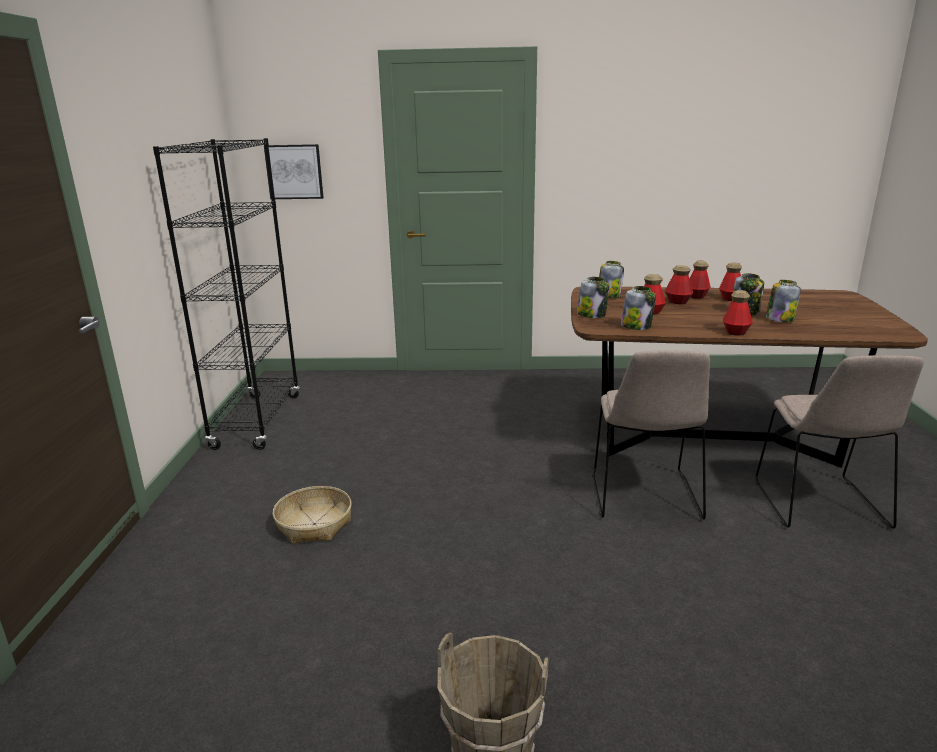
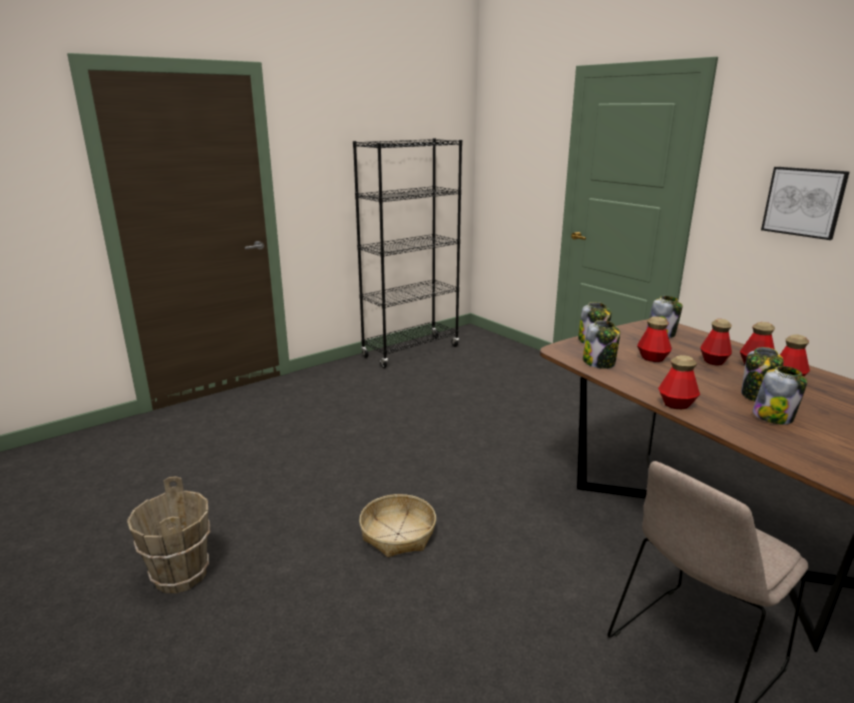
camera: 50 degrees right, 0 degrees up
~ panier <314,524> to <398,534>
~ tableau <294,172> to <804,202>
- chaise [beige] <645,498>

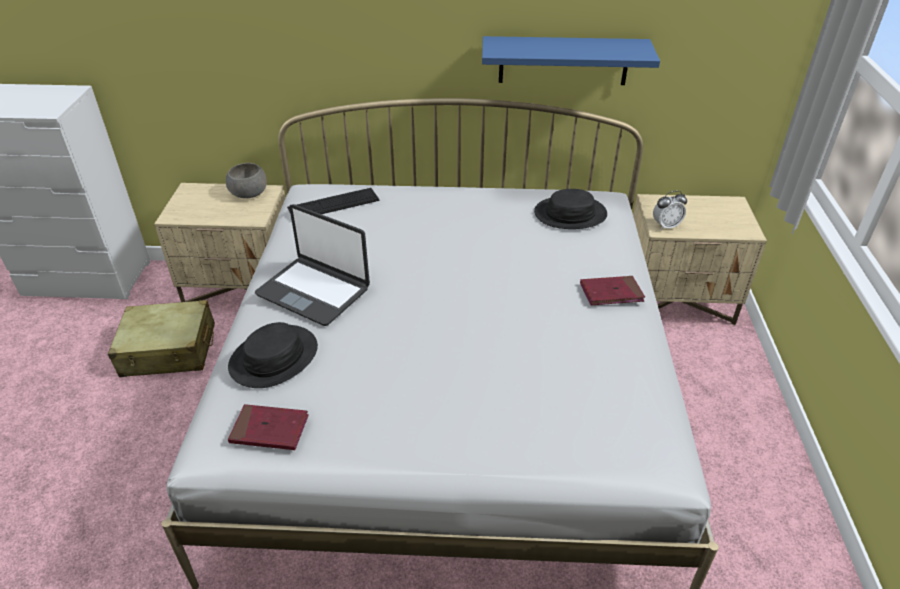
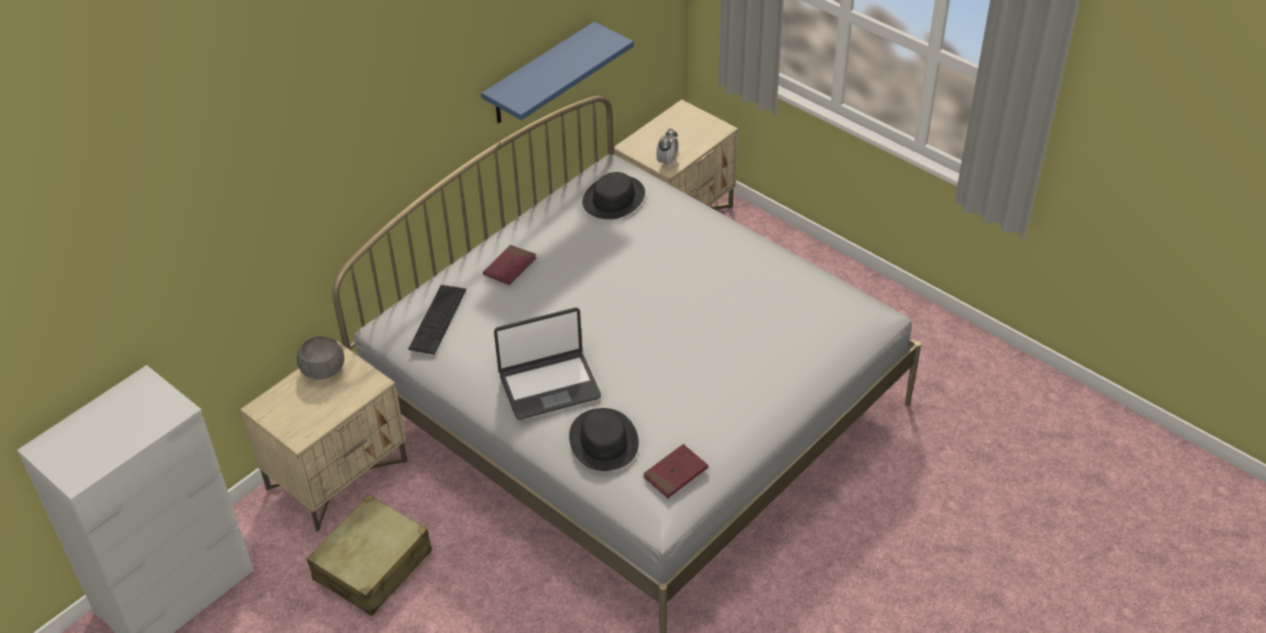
camera: 50 degrees left, 5 degrees up
~ livre [rouge] <611,293> to <510,267>

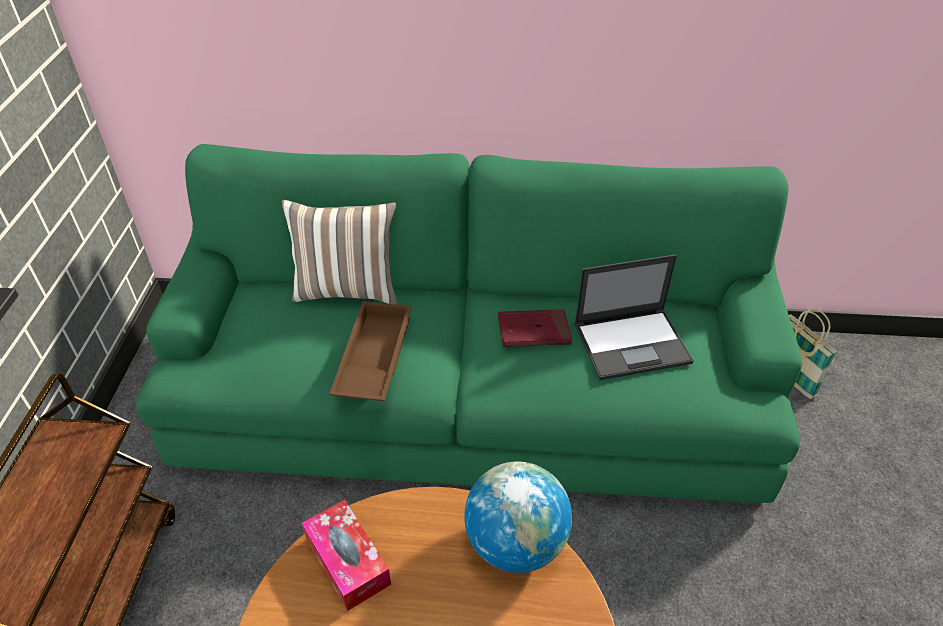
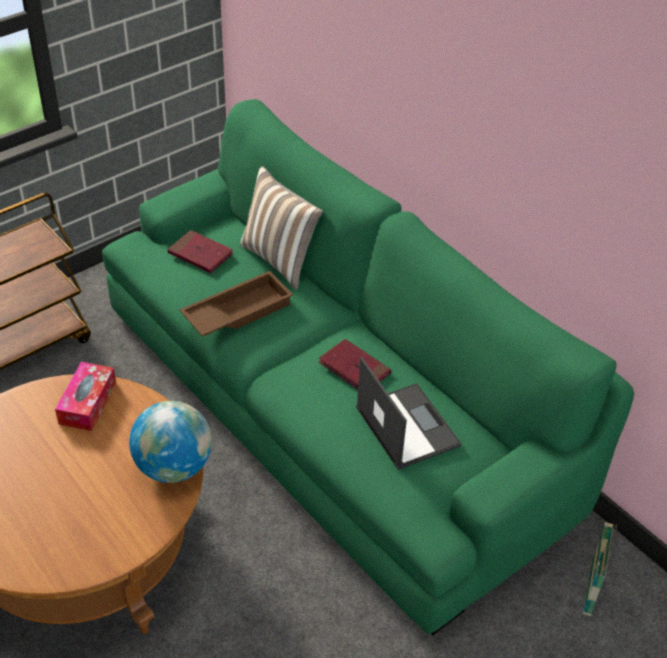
camera: 45 degrees right, 0 degrees up
+ livre [rouge] <200,254>
~ ordinateur portable <633,343> = <406,425> 150 degrees counterclockwise

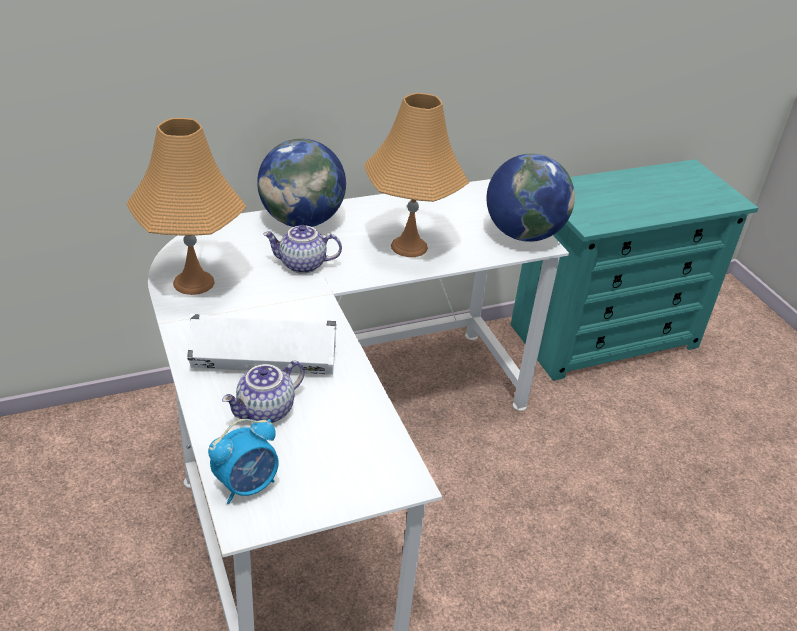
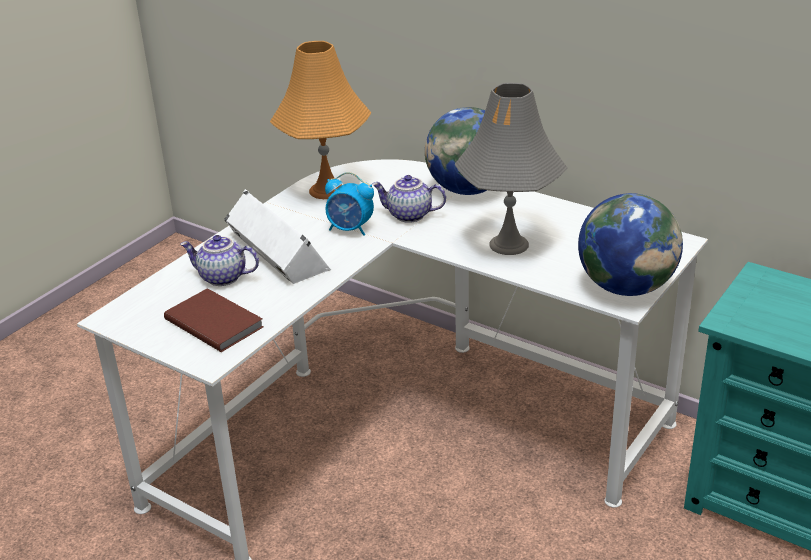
camera: 60 degrees right, 5 degrees down
+ livre [marron] <215,322>
~ réveil <247,485> to <350,229>
~ théière <302,265> = <409,215> 45 degrees counterclockwise
~ lampe de table [orange] <408,246> to lampe de table [gris] <508,244>

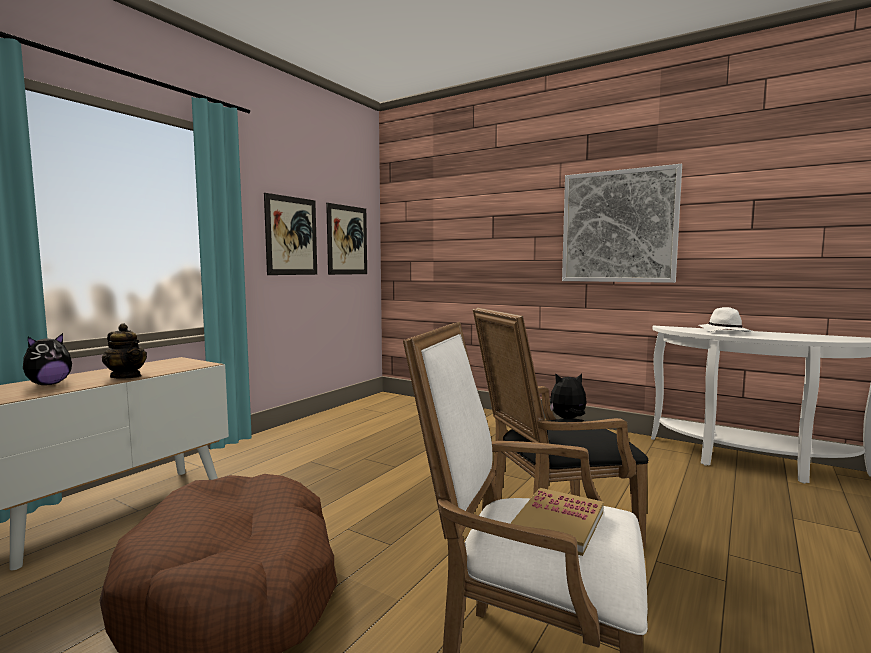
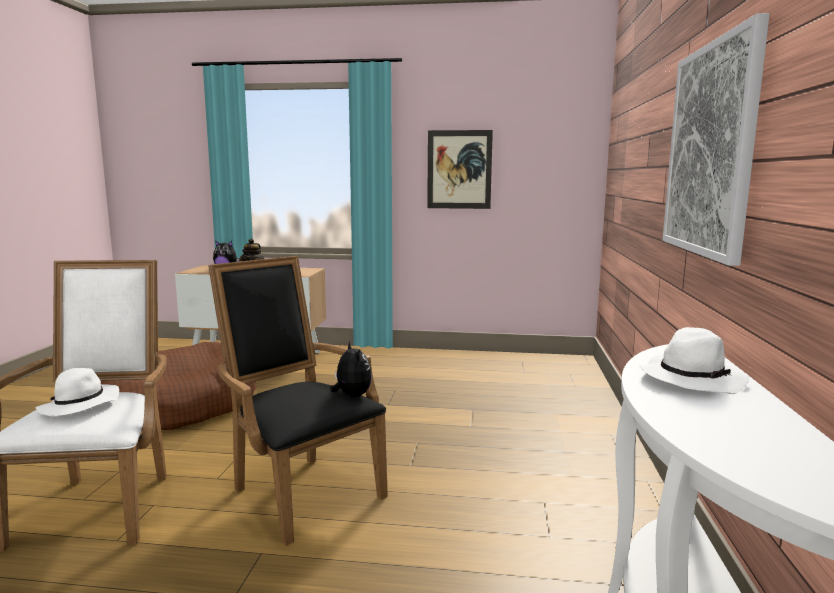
camera: 65 degrees right, 5 degrees up
~ livre <558,523> to chapeau [blanc] <80,405>
- tableau <347,240>

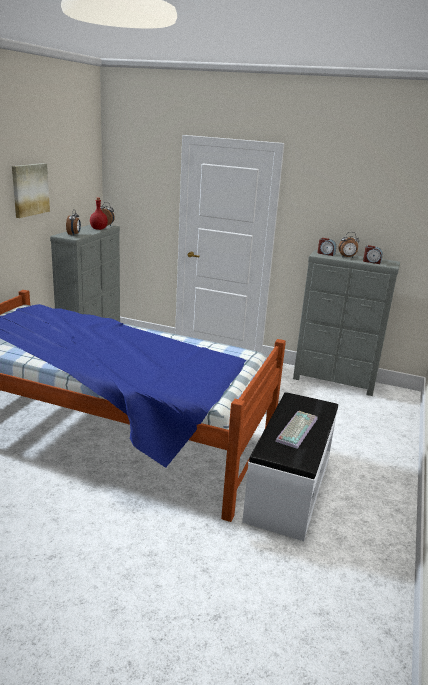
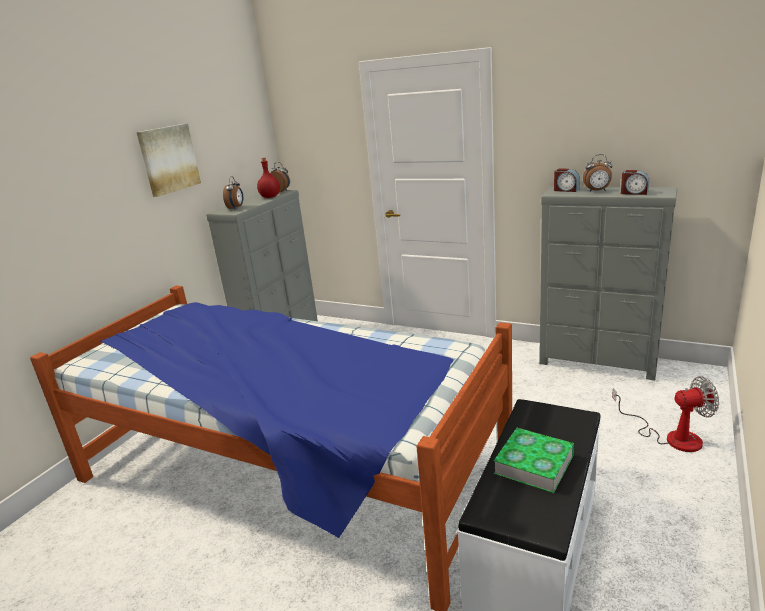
camera: 10 degrees right, 0 degrees up
~ clavier <296,429> to livre <534,464>
+ ventilateur <671,436>

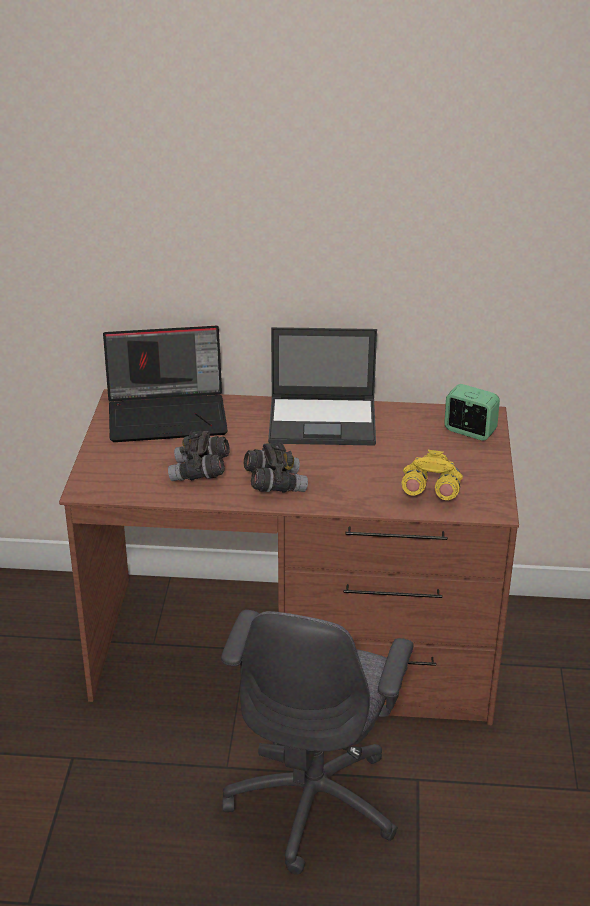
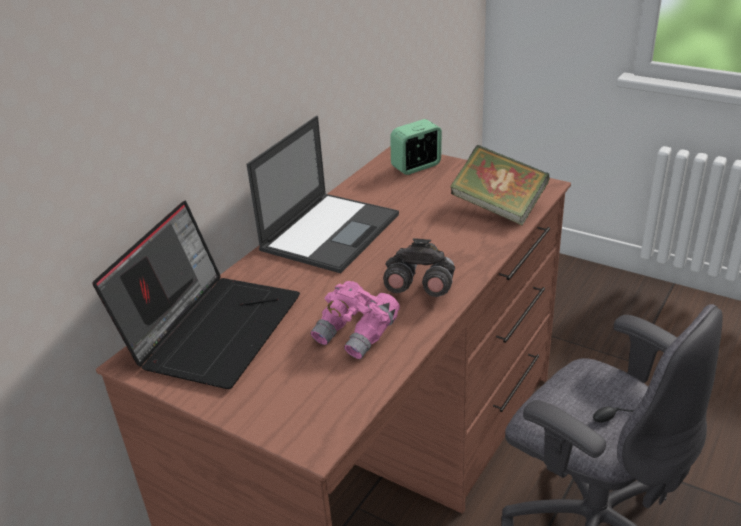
camera: 60 degrees left, 0 degrees up
~ jumelles [gris] <200,472> to jumelles [rose] <357,334>
~ jumelles [jaune] <430,492> to livre <498,208>

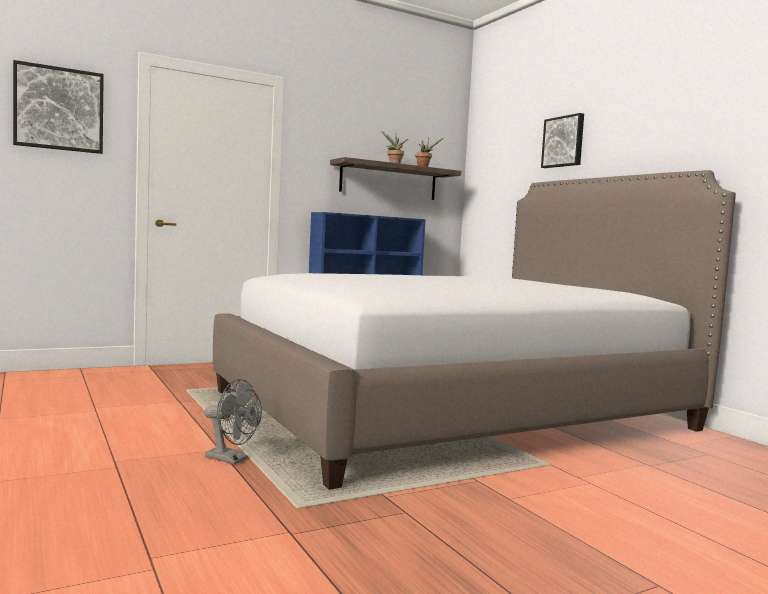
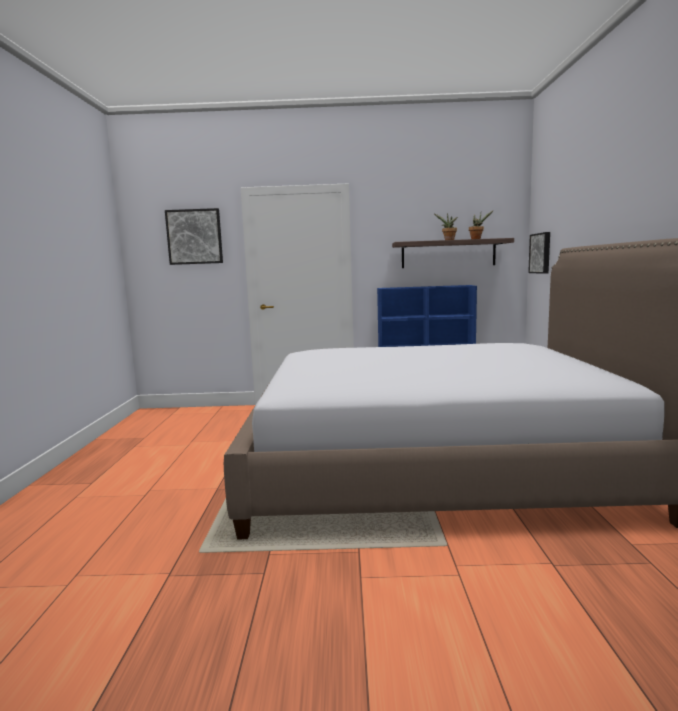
camera: 30 degrees right, 5 degrees up
~ tableau <564,142> to <541,253>
- ventilateur [gris] <232,459>

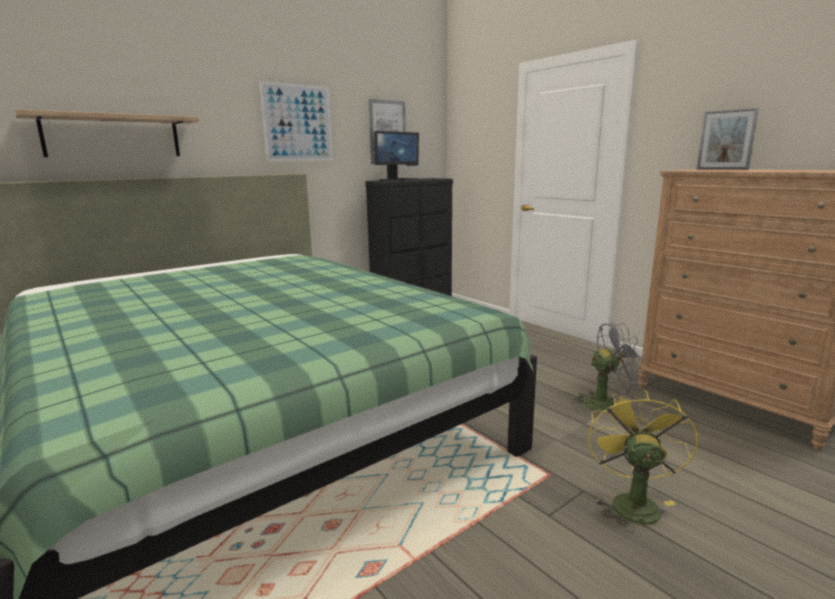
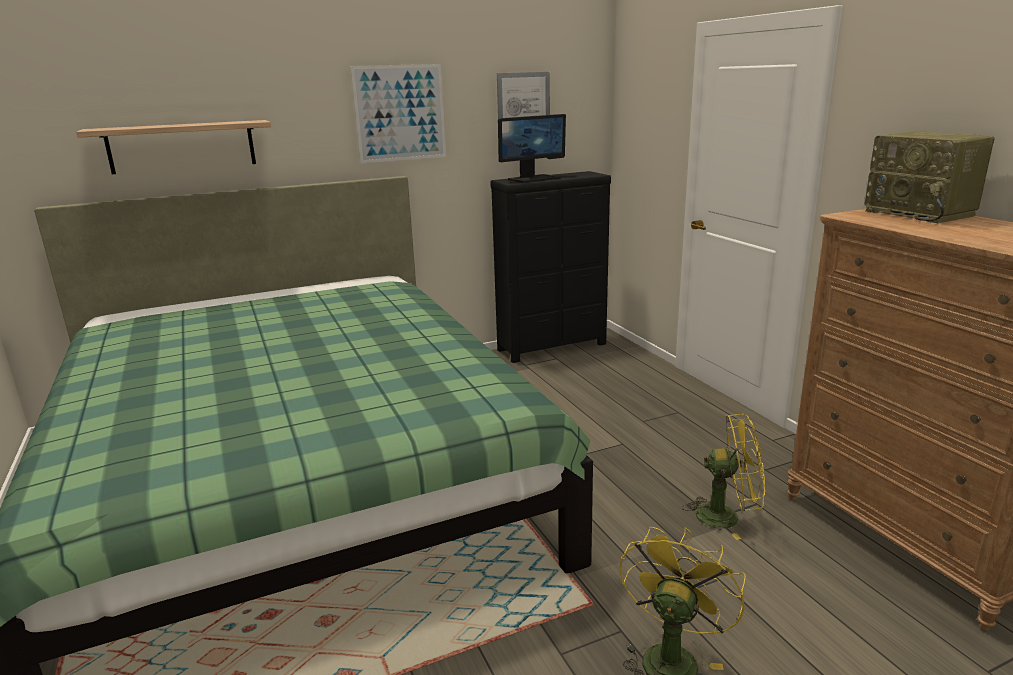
camera: 15 degrees right, 5 degrees up
~ ventilateur [gris] <606,403> to ventilateur [jaune] <726,516>
~ cadre photo <721,169> to radio <921,213>

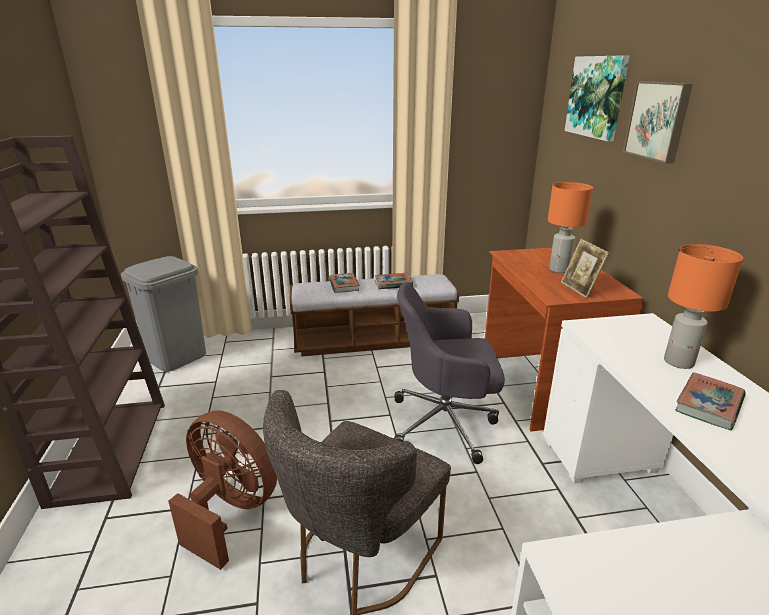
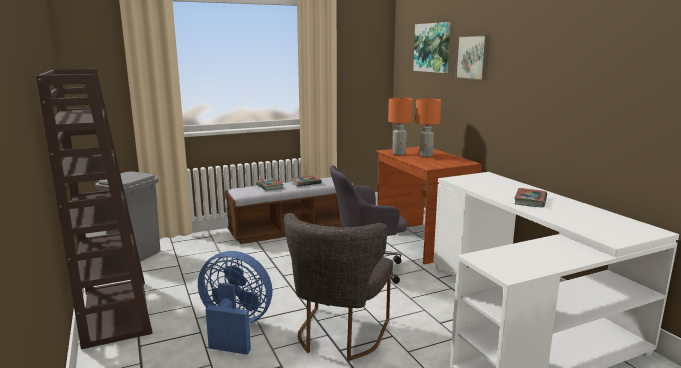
camera: 15 degrees left, 10 degrees down
~ ventilateur [marron] <230,511> to ventilateur [bleu] <235,328>
~ lampe de table [orange] <679,362> to <399,153>
- cadre photo <580,289>

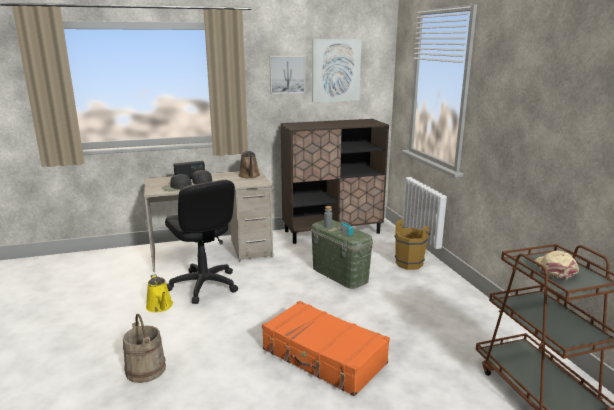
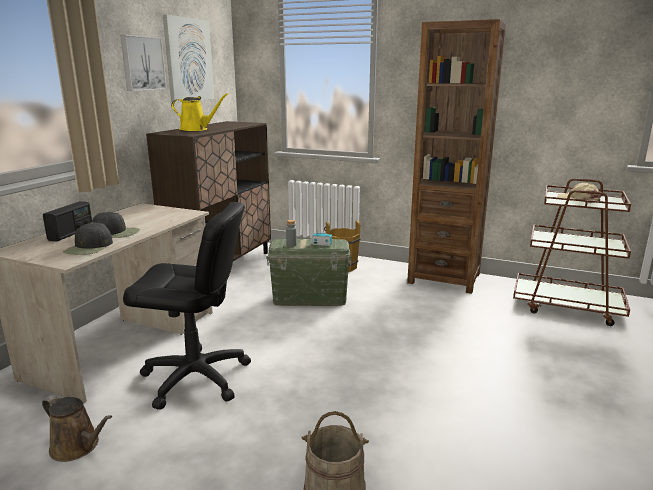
camera: 50 degrees left, 0 degrees up
~ arrosoir [marron] <249,176> to <78,447>
~ arrosoir [jaune] <160,306> to <196,129>
+ bibliothèque [marron] <444,278>
- valise [orange] <323,357>

